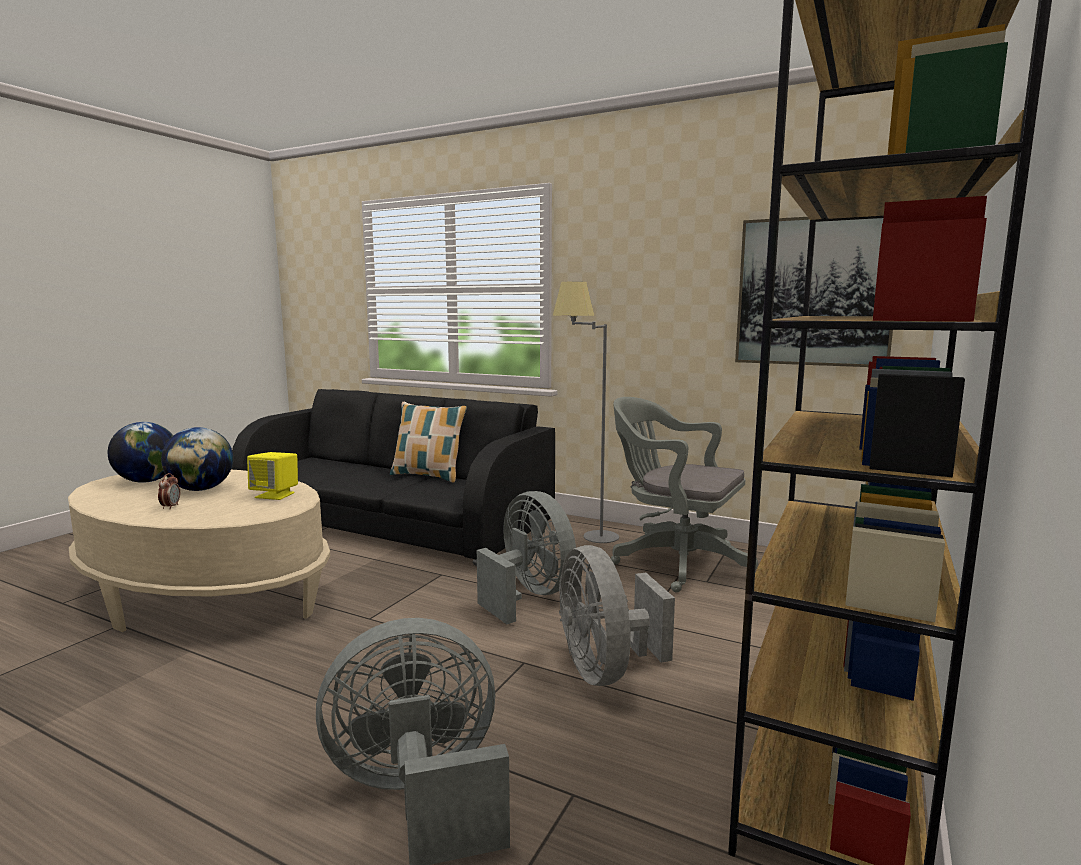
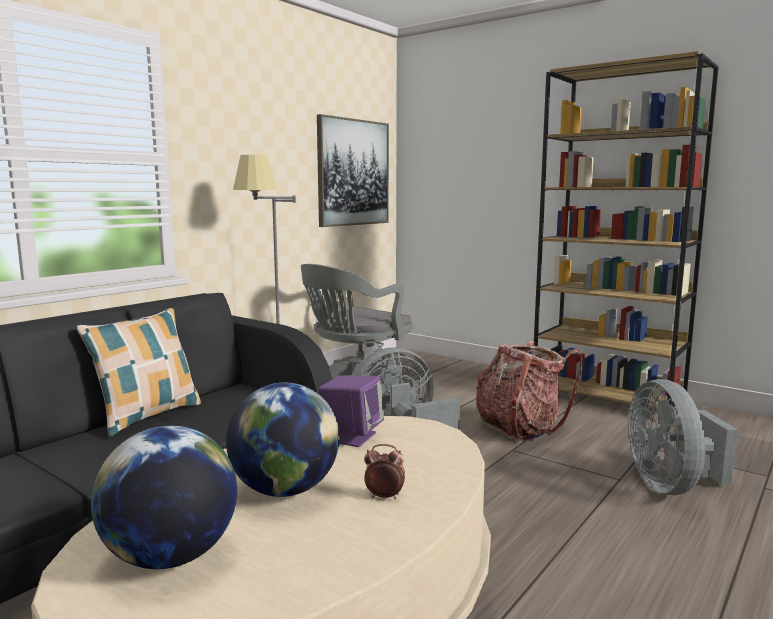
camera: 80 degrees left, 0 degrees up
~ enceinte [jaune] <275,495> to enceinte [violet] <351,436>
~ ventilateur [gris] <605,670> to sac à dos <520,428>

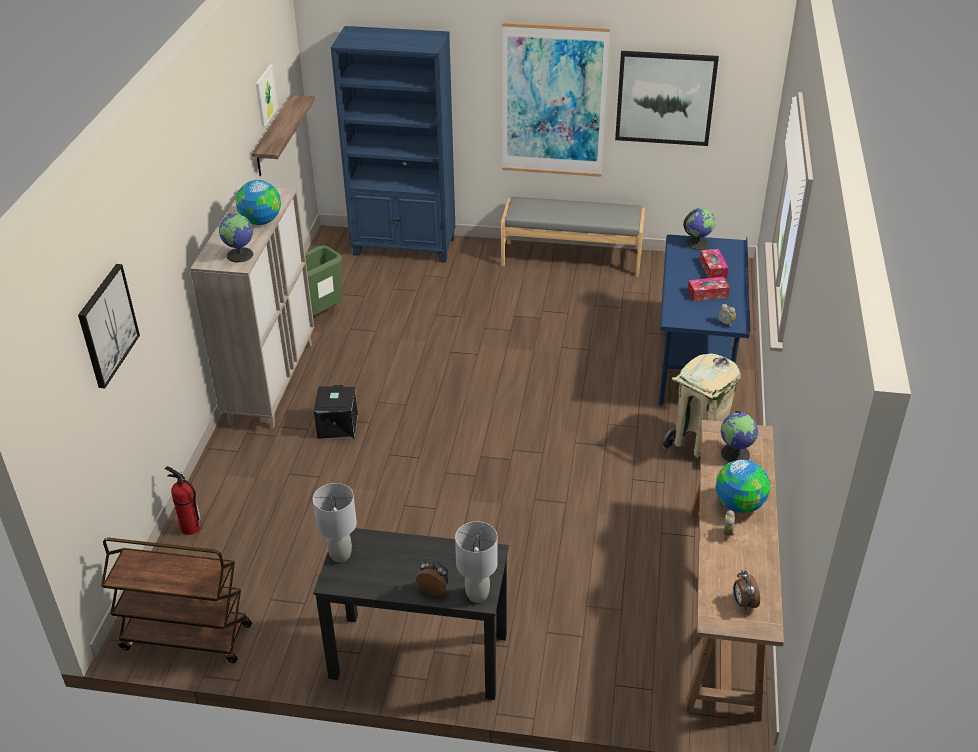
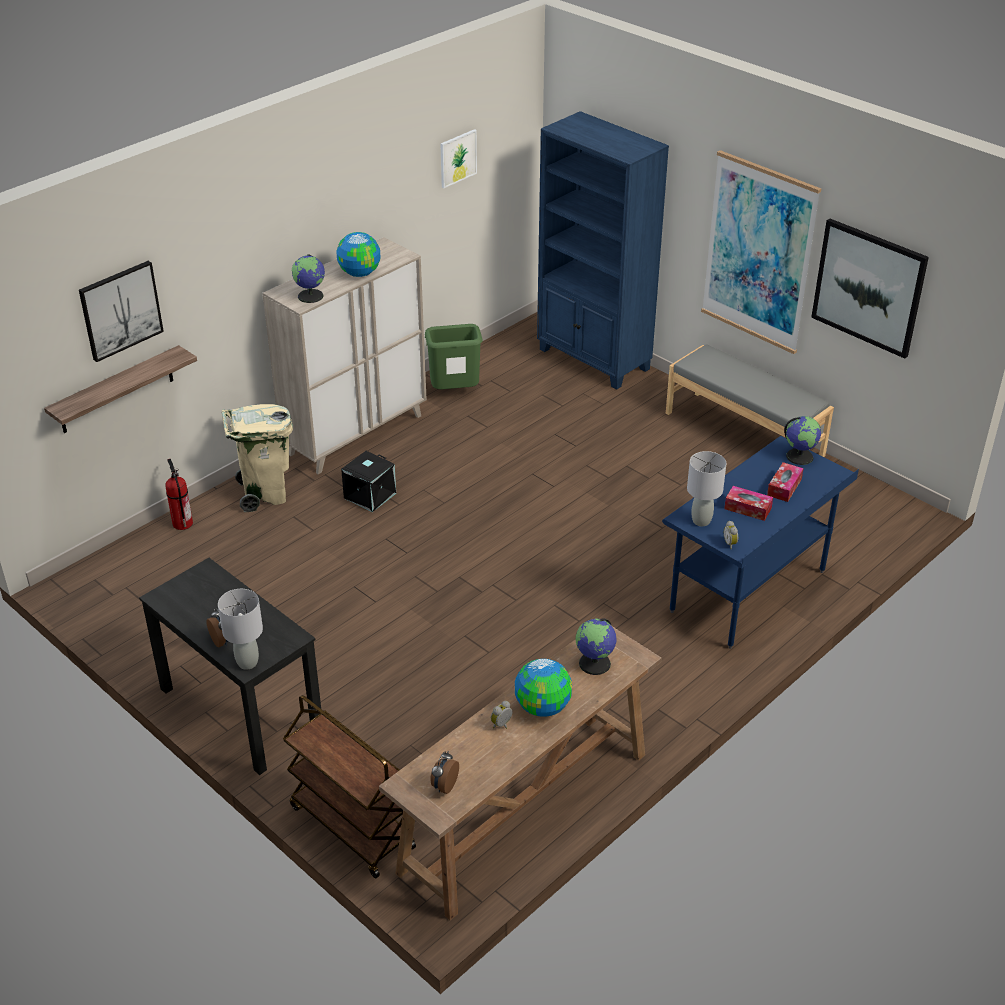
camera: 35 degrees right, 0 degrees up
~ étagère <273,136> to <116,390>
~ poubelle [beige] <696,446> to <265,494>
~ chariot [marron] <185,637> to <351,826>
~ lampe de table [gris] <340,555> to <701,520>

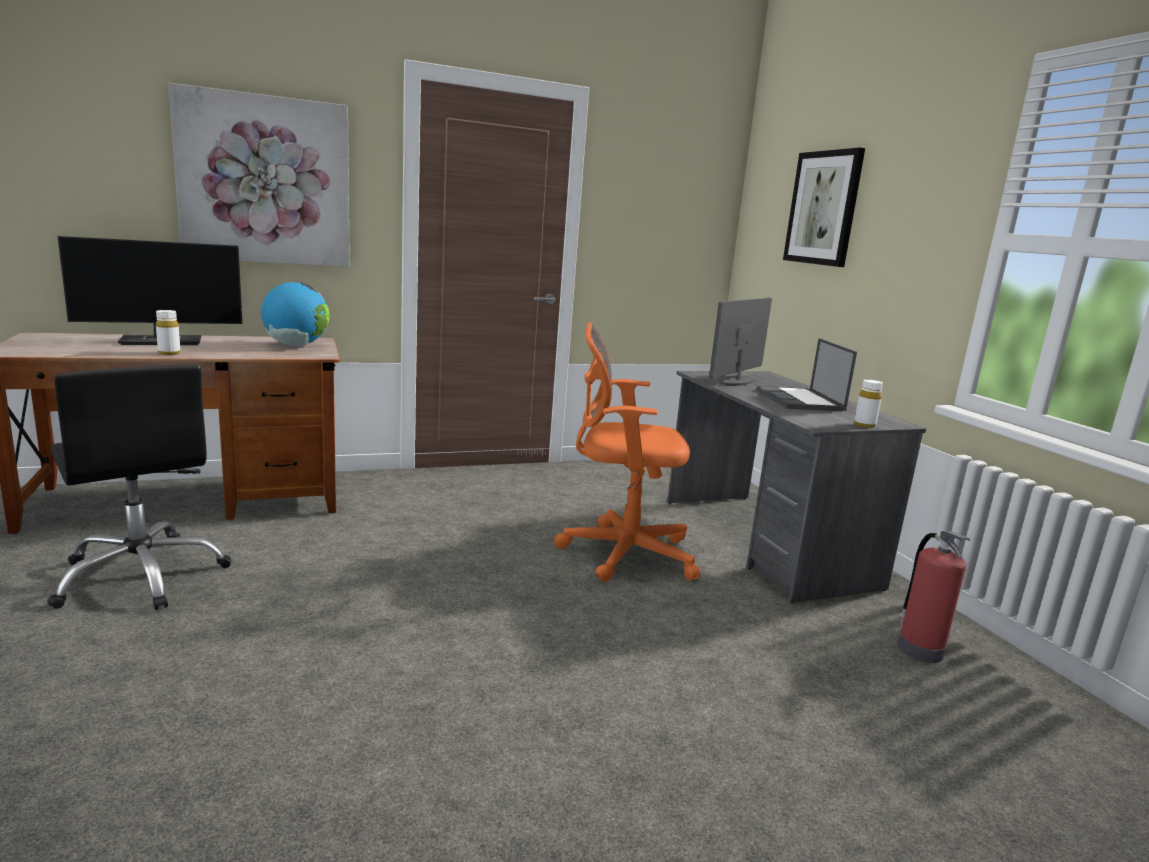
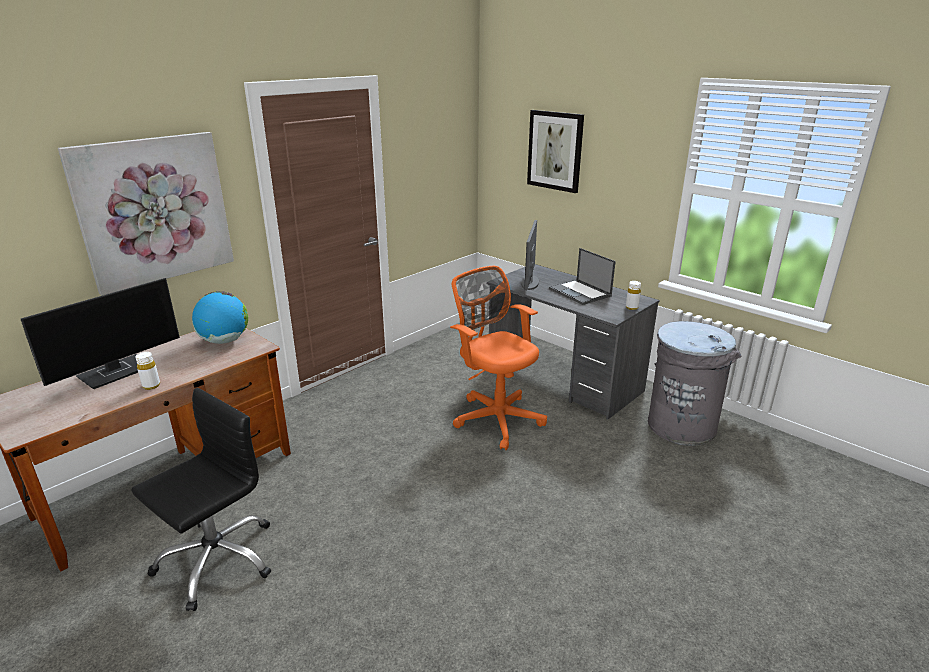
camera: 25 degrees left, 10 degrees up
~ chaise de bureau [noir] <142,575> = <217,559> 75 degrees counterclockwise
~ chaise de bureau [orange] <621,552> = <496,417> 75 degrees clockwise
~ extincteur <919,649> to poubelle [gris] <681,425>

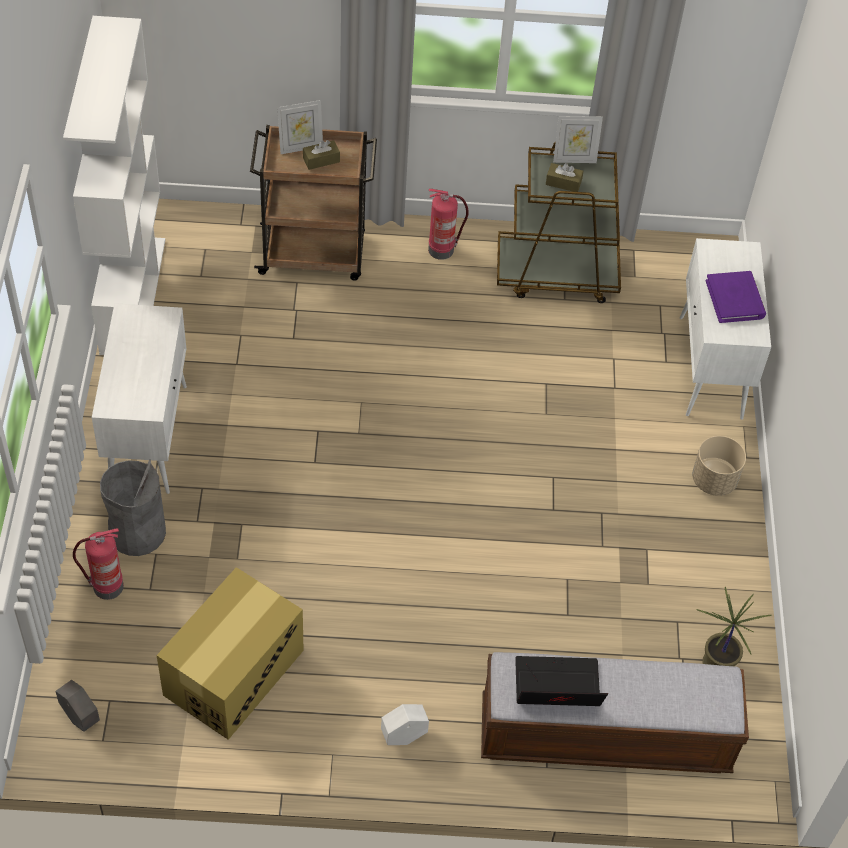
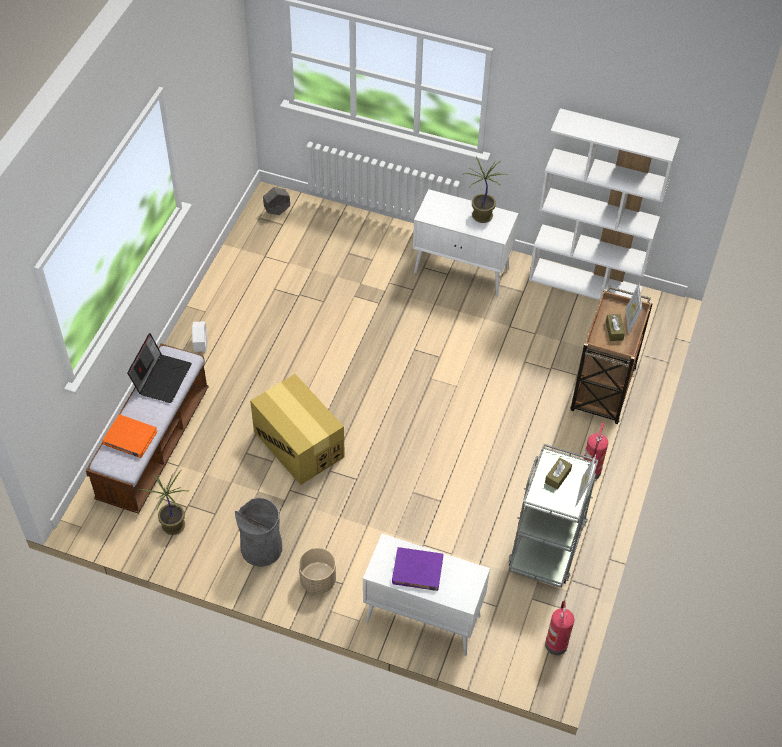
camera: 110 degrees right, 0 degrees up
+ livre [orange] <130,438>
~ poubelle [gris] <137,532> to <261,548>
~ carton <233,673> to <298,444>
+ plante en pot <481,216>
~ chariot [marron] <557,274> to chariot [gris] <547,543>
~ extincteur <106,587> to <555,643>

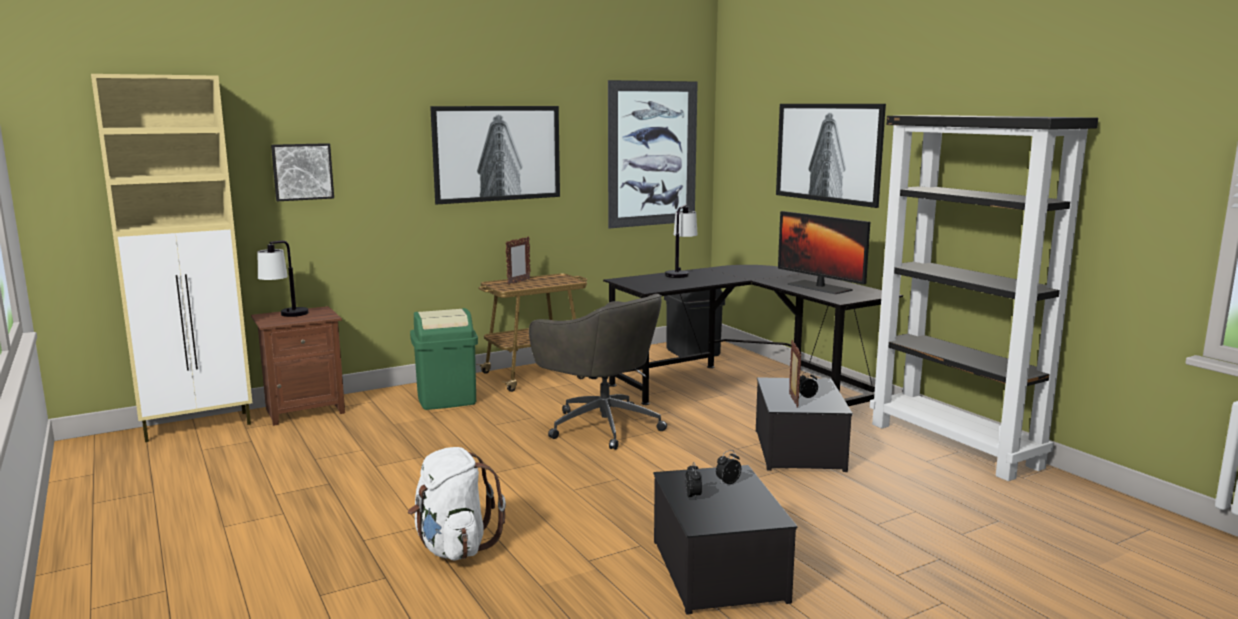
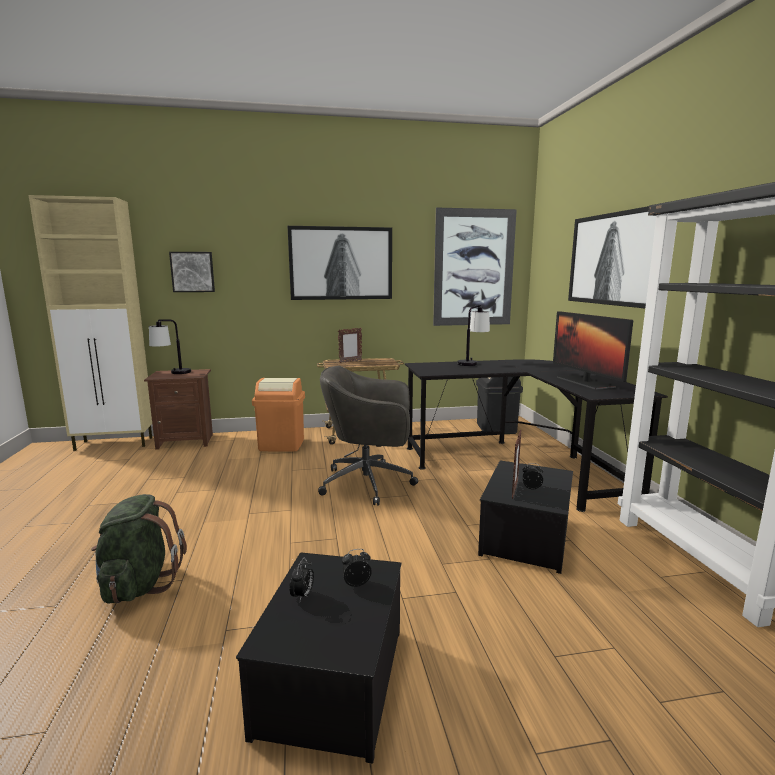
camera: 20 degrees right, 0 degrees up
~ sac à dos [blanc] <454,547> to sac à dos [vert] <139,584>
~ poubelle [vert] <446,399> to poubelle [orange] <282,445>
~ chaise de bureau [gris] <601,426> = <370,483> 120 degrees clockwise

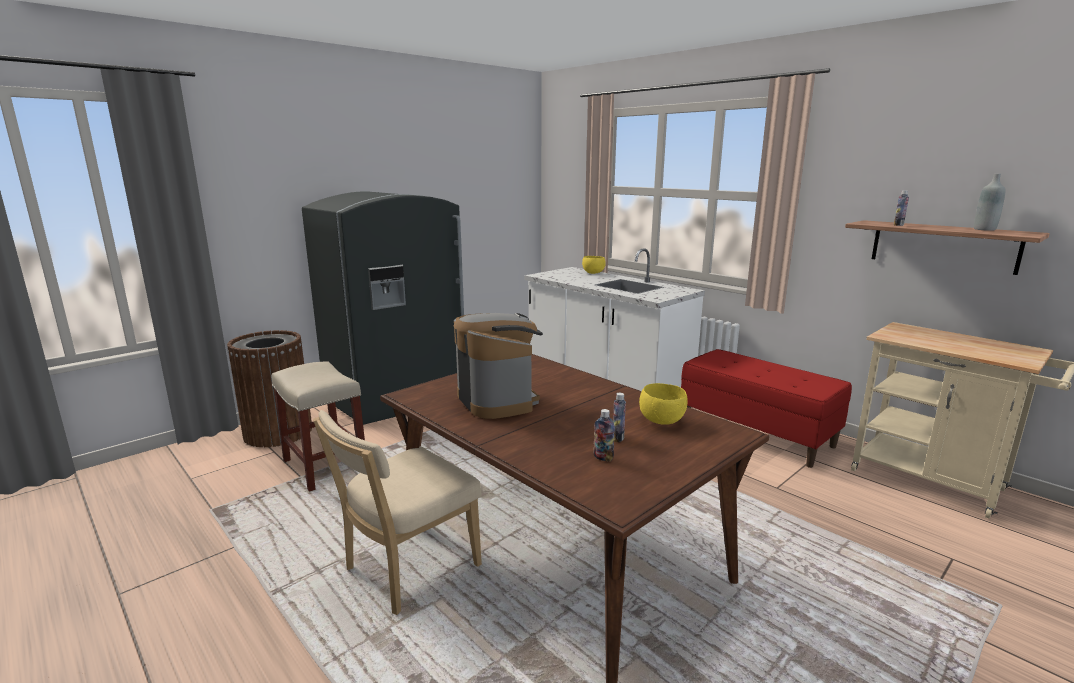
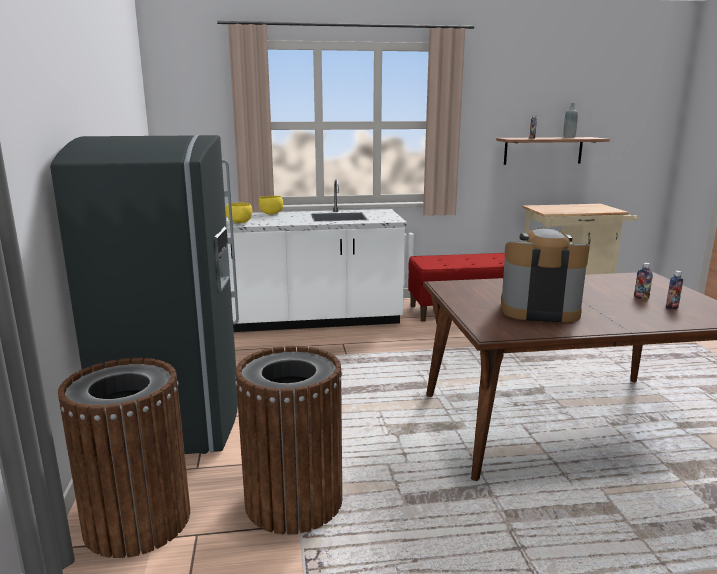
camera: 55 degrees left, 0 degrees up
~ bol [jaune] <662,421> to <239,222>
~ tabouret [beige] <326,466> to poubelle [marron] <294,500>
- chaise [beige] <407,569>

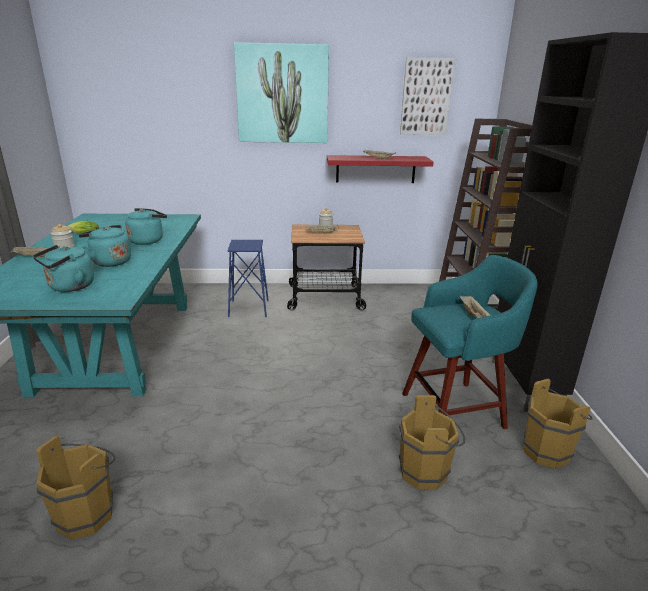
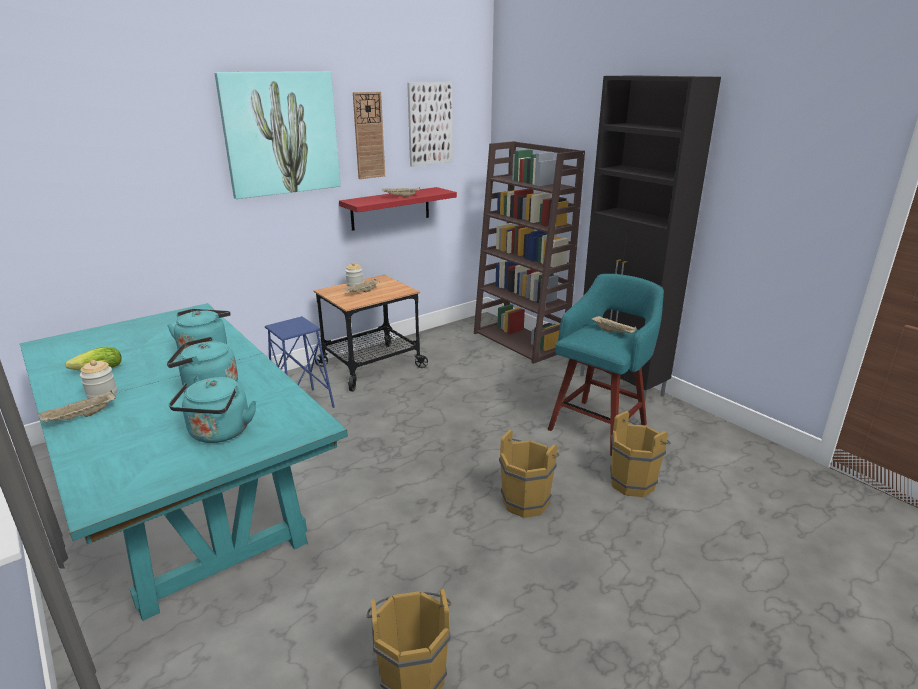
camera: 35 degrees left, 0 degrees up
+ horloge murale <369,135>
~ seau [marron] <549,451> to <527,500>

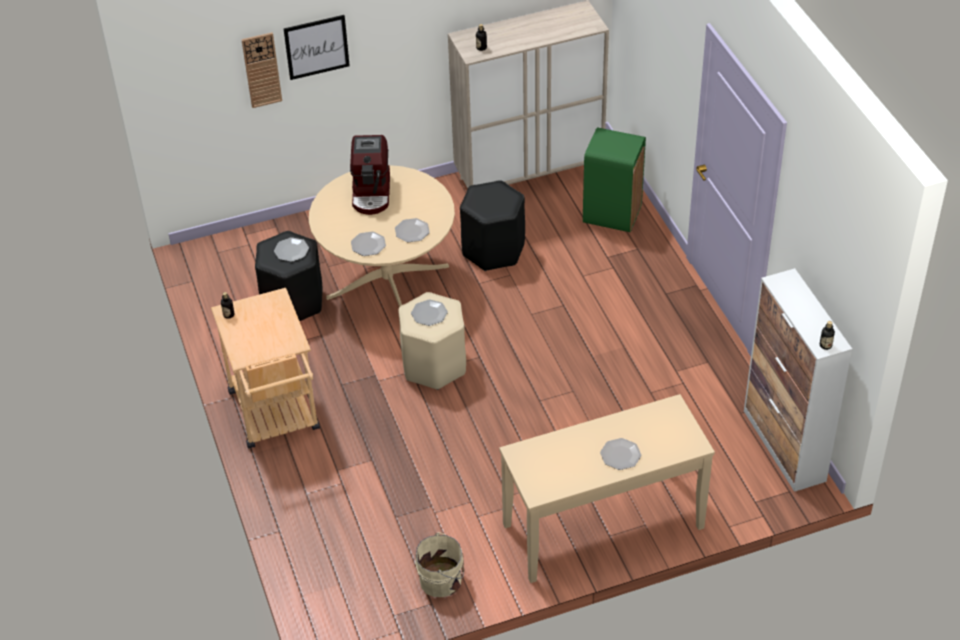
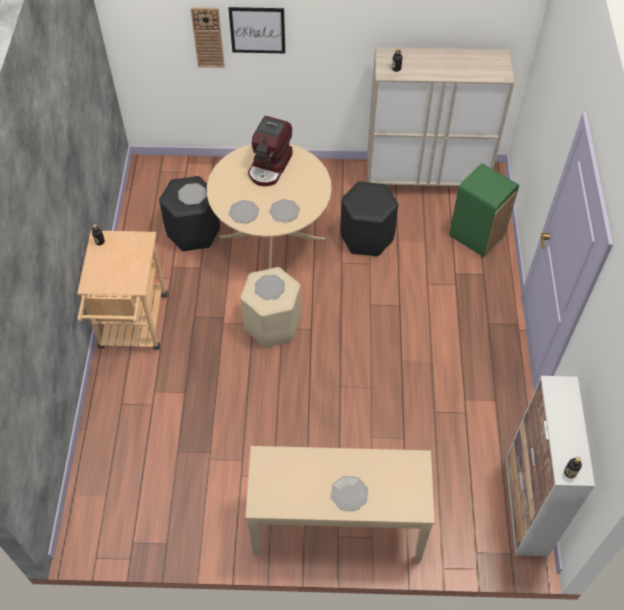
camera: 20 degrees right, 10 degrees up
- seau [beige] <442,580>

